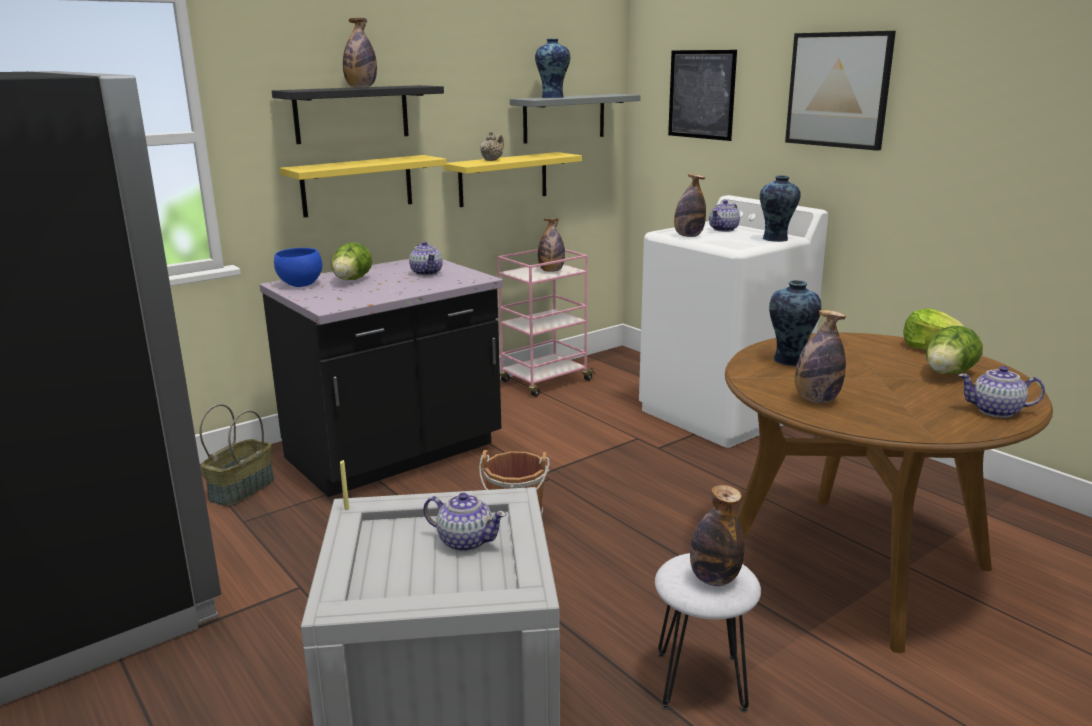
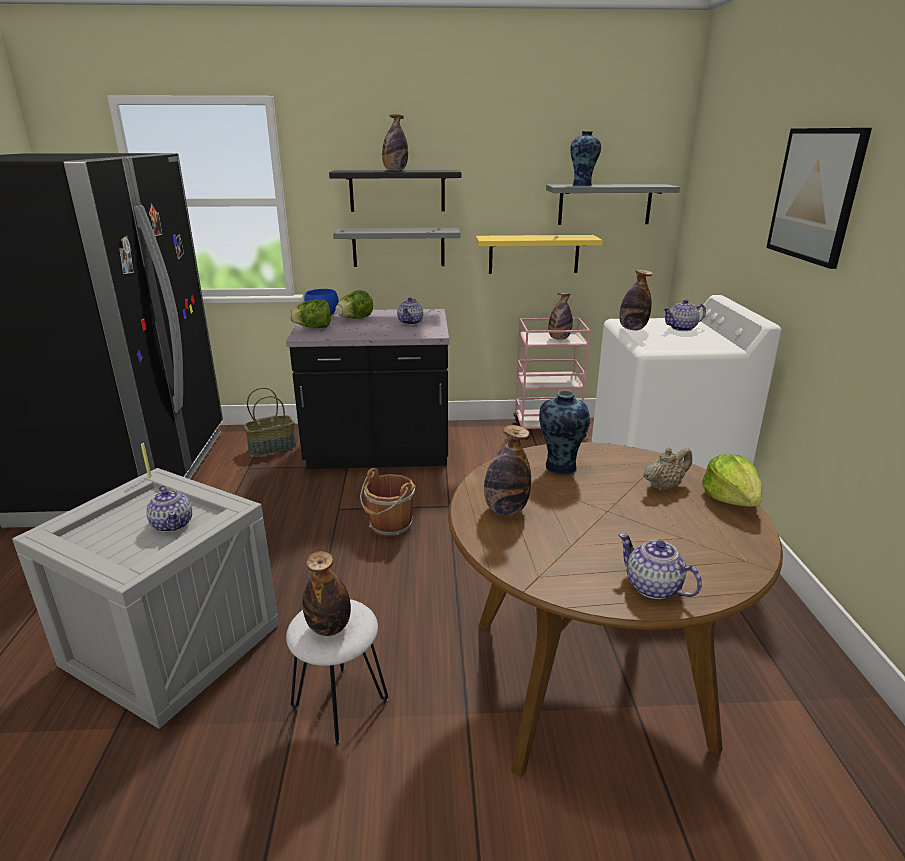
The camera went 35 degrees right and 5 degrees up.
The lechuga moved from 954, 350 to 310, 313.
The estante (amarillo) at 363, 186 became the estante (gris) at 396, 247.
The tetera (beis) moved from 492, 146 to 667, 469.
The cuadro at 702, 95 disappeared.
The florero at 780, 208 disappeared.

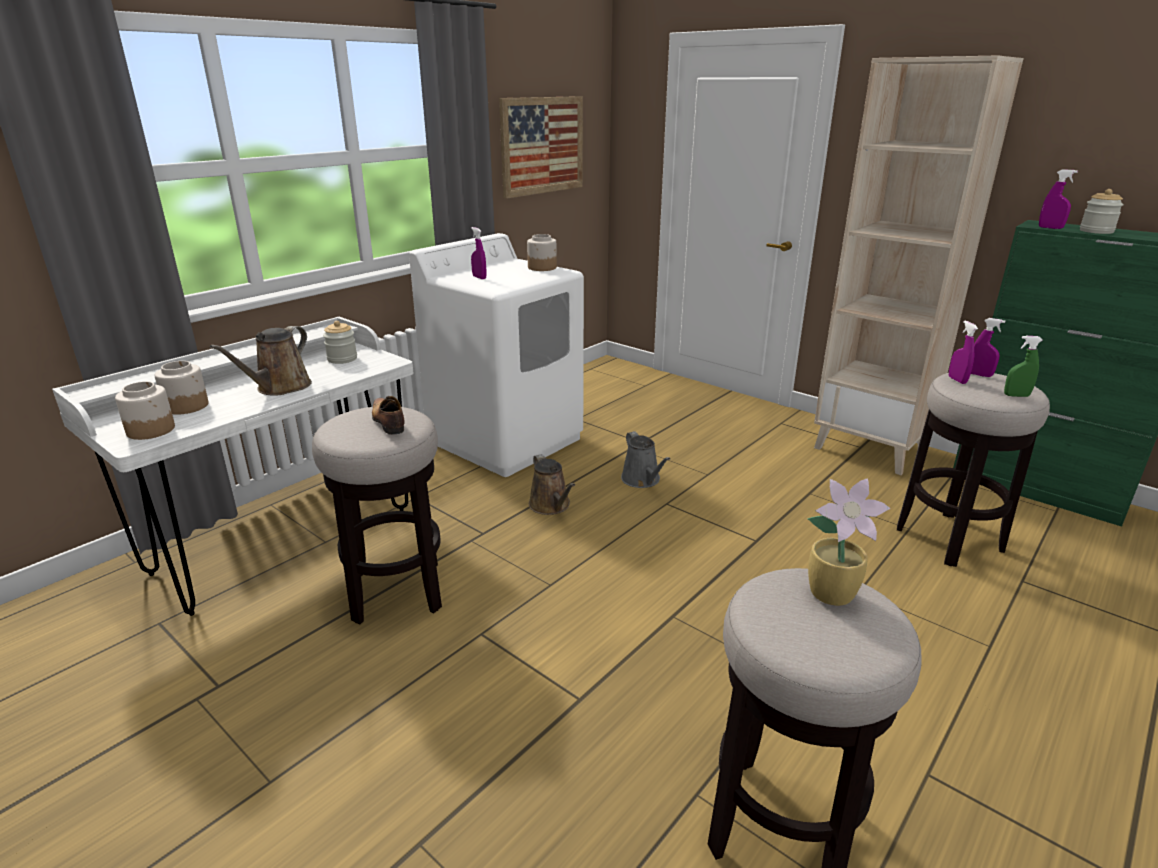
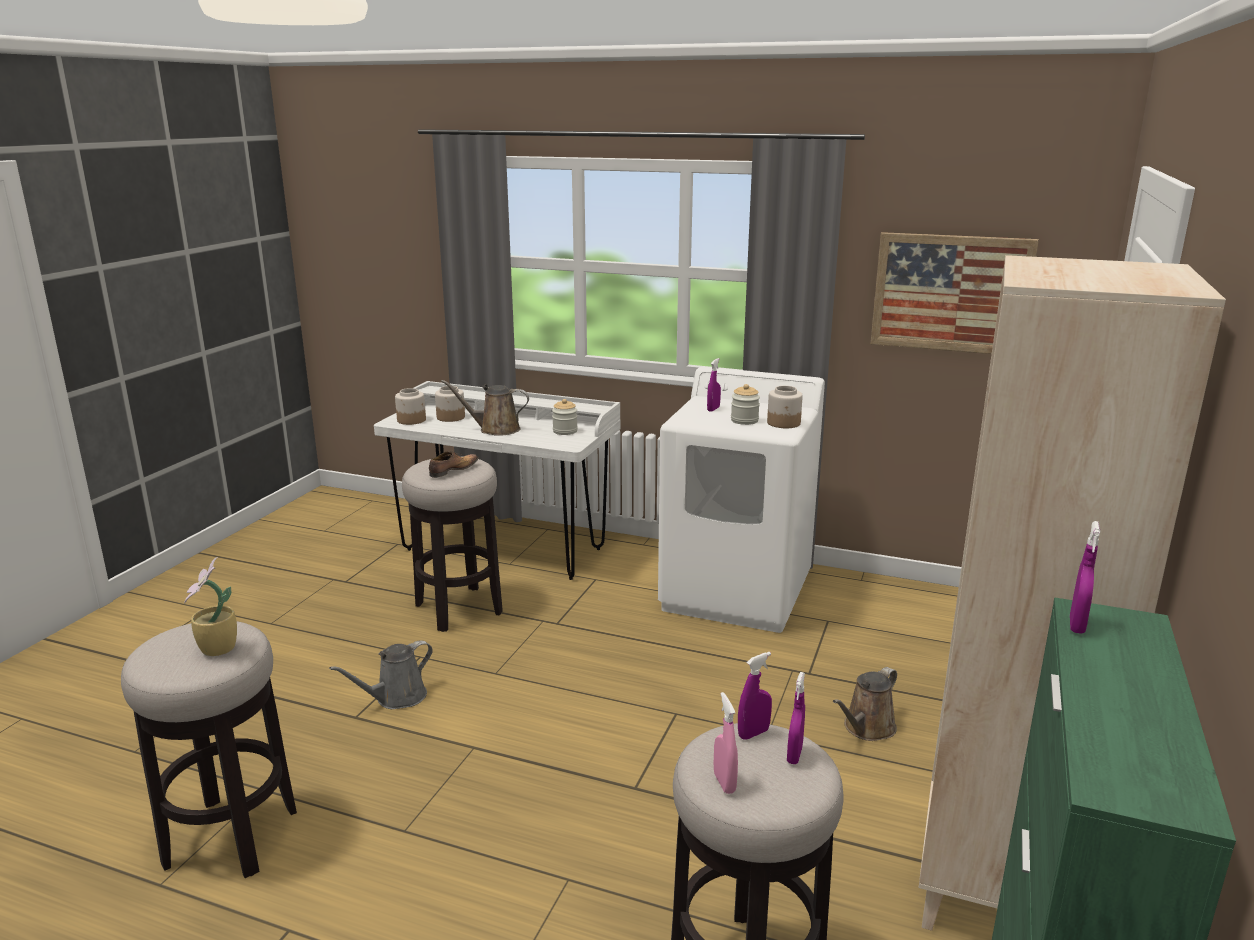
The camera went 70 degrees right and 5 degrees down.
The regadera (gris) moved from 645, 459 to 381, 674.
The pulverizador (verde) at 1023, 366 became the pulverizador (rosa) at 726, 743.
The tarro moved from 1102, 211 to 745, 404.
The regadera (marrón) moved from 552, 484 to 865, 704.

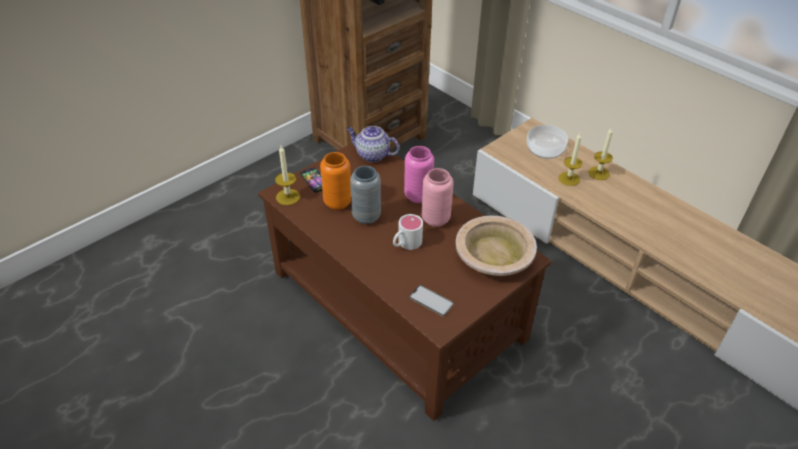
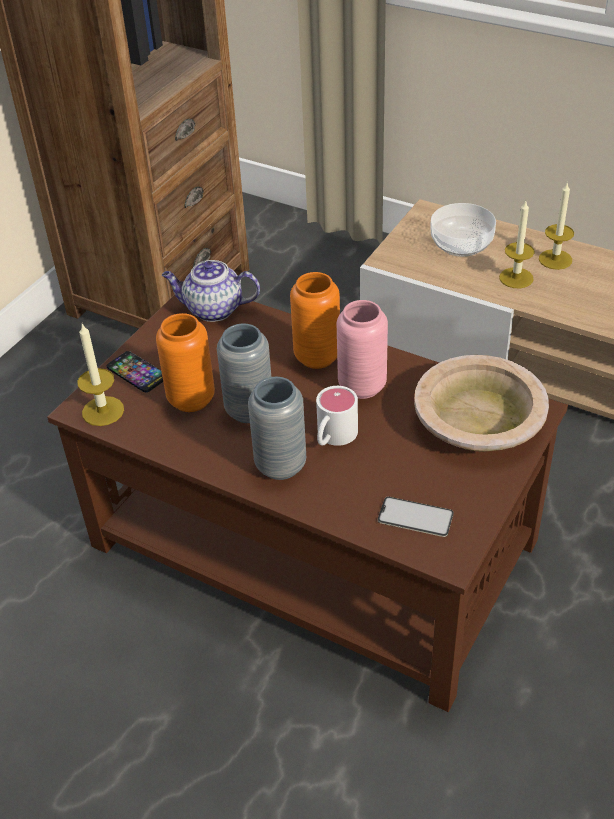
The camera went 15 degrees left and 0 degrees up.
The florero (gris) at 277, 428 appeared.
The florero (rosa) at 419, 174 became the florero (naranja) at 315, 320.

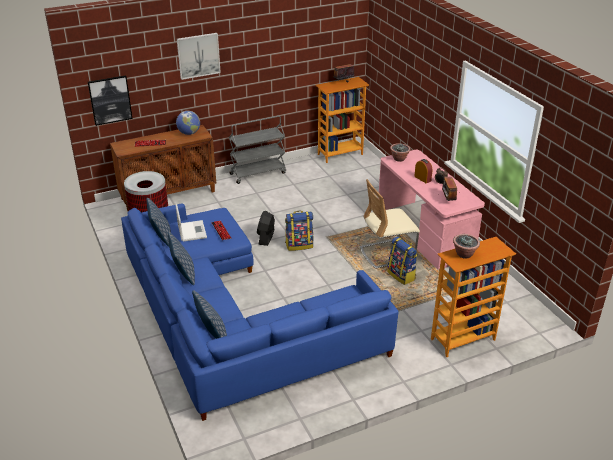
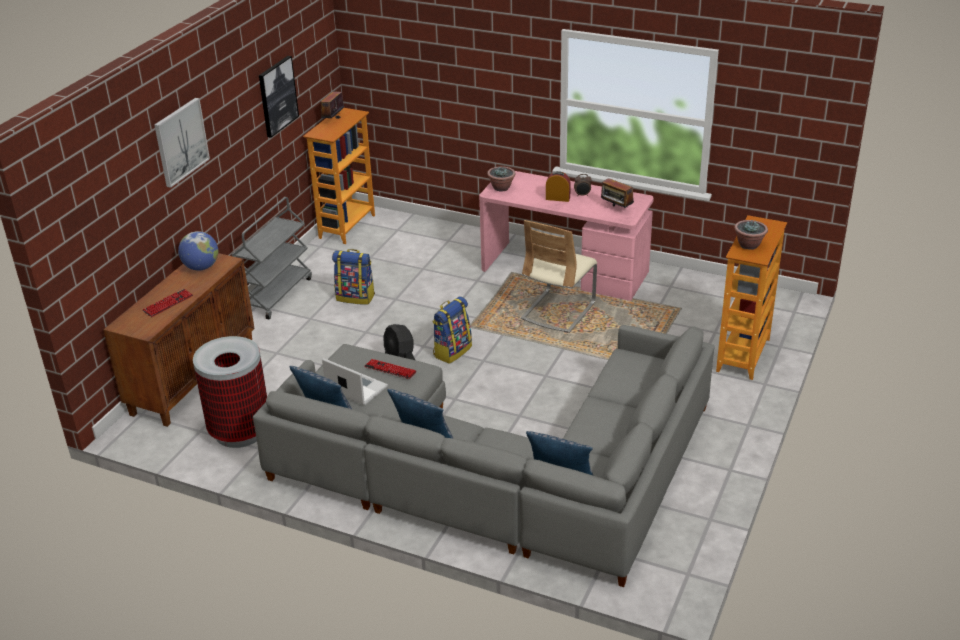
The camera went 40 degrees left and 0 degrees up.
The sofá (azul) at 260, 312 became the sofá (gris) at 484, 456.
The cuadro moved from 110, 100 to 279, 97.
The mochila moved from 402, 261 to 353, 277.

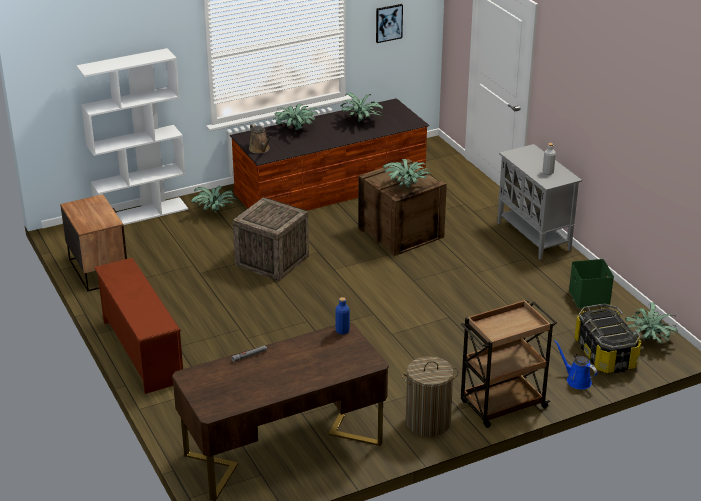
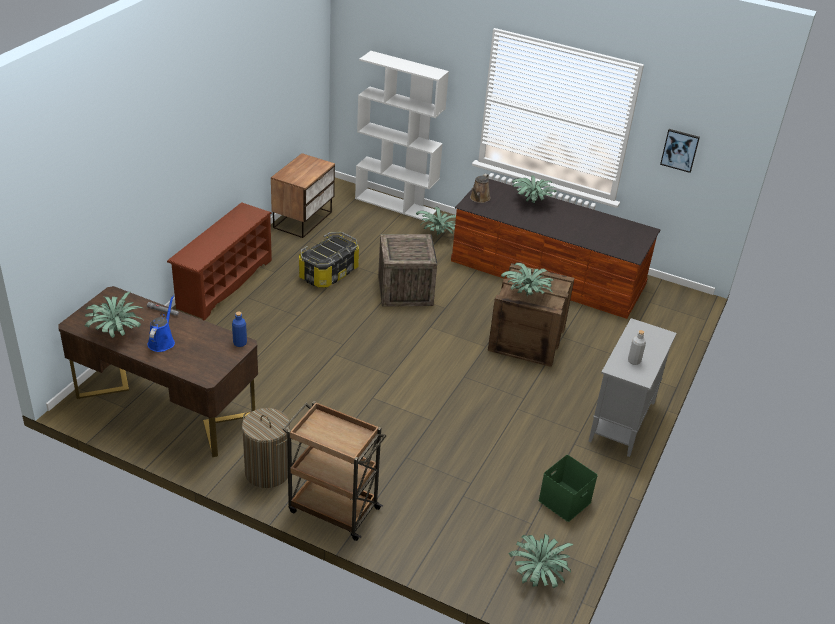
The camera went 50 degrees right and 5 degrees up.
The planta en maceta moved from 362, 107 to 114, 315.
The regadera (azul) moved from 575, 364 to 161, 323.
The caja de almacenaje moved from 607, 338 to 329, 260.

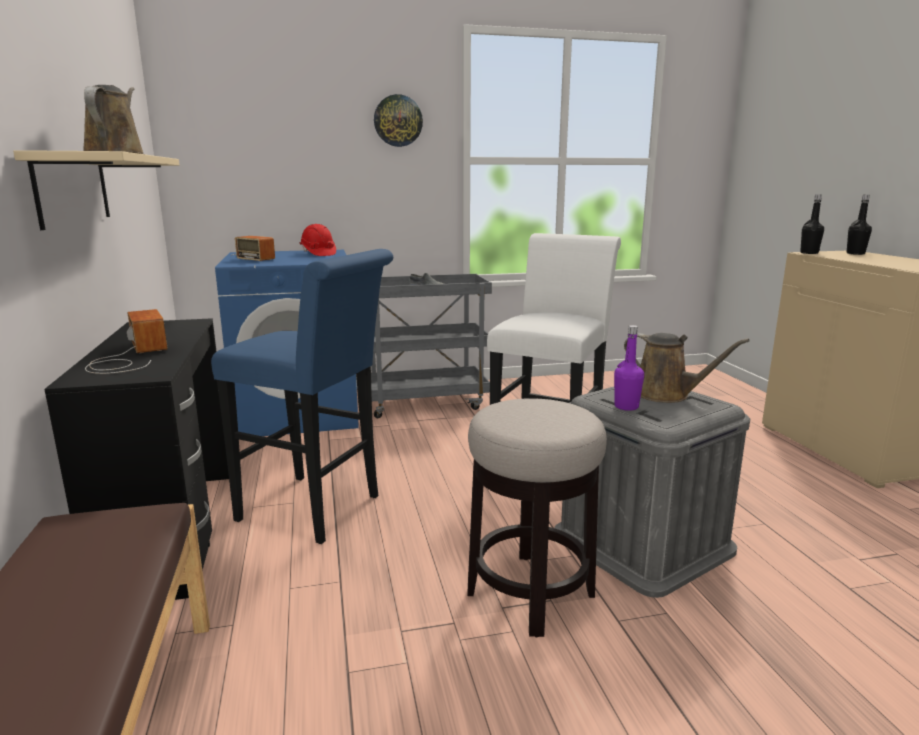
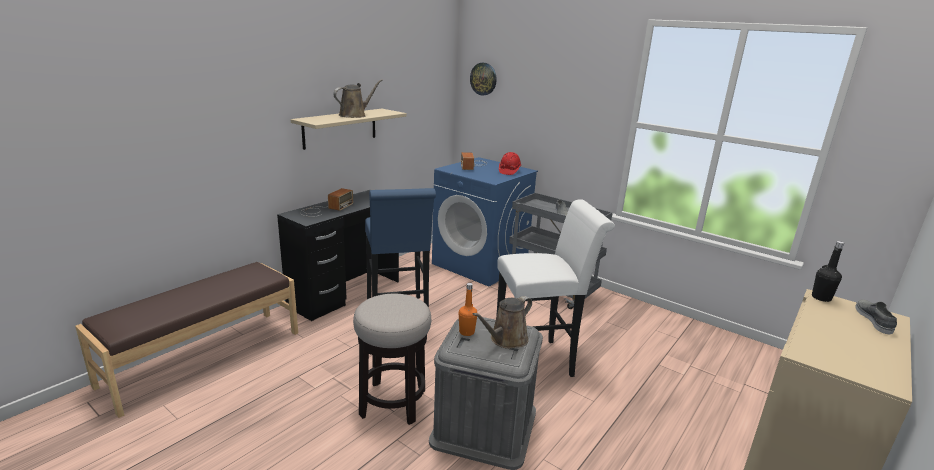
The camera went 50 degrees right and 5 degrees up.
The botella (morado) at 629, 368 became the botella (naranja) at 468, 309.
The reloj de pared moved from 398, 120 to 483, 79.
The regadera (marrón) at 687, 368 turned 45 degrees clockwise.
The botella (negro) at 859, 225 was replaced by the zapato (gris) at 876, 317.

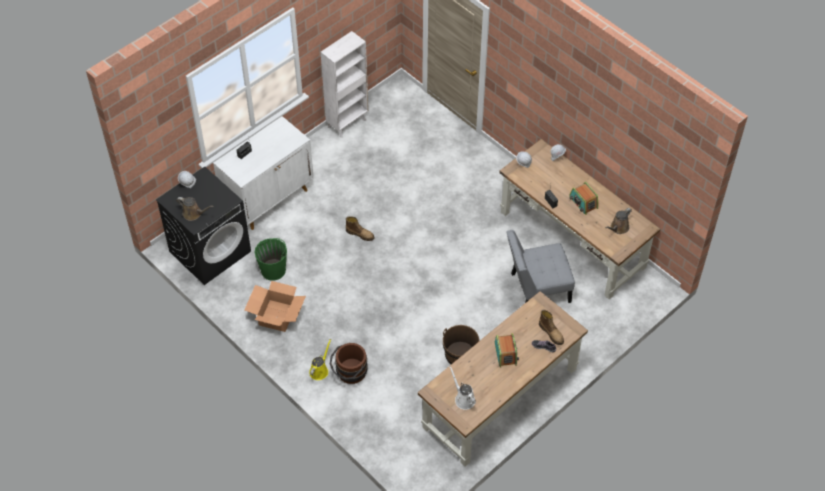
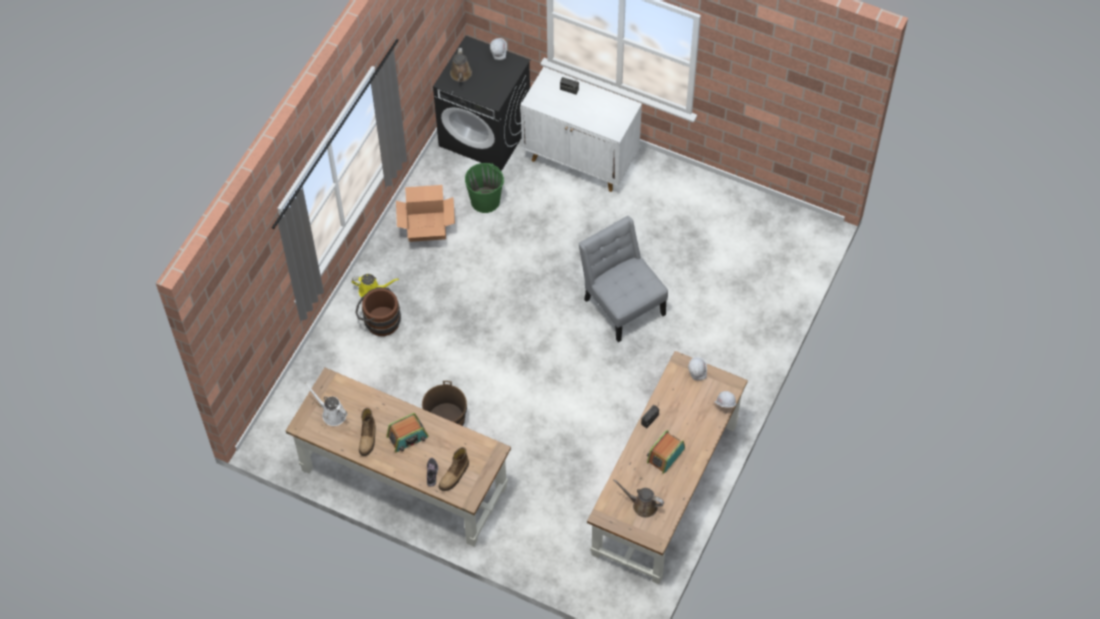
The camera went 70 degrees right and 5 degrees up.
The regadera (blanco) at 462, 388 turned 90 degrees counterclockwise.
The bota moved from 360, 228 to 367, 432.
The silla (gris) moved from 540, 266 to 623, 279.
The estantería (blanco) at 344, 84 disappeared.

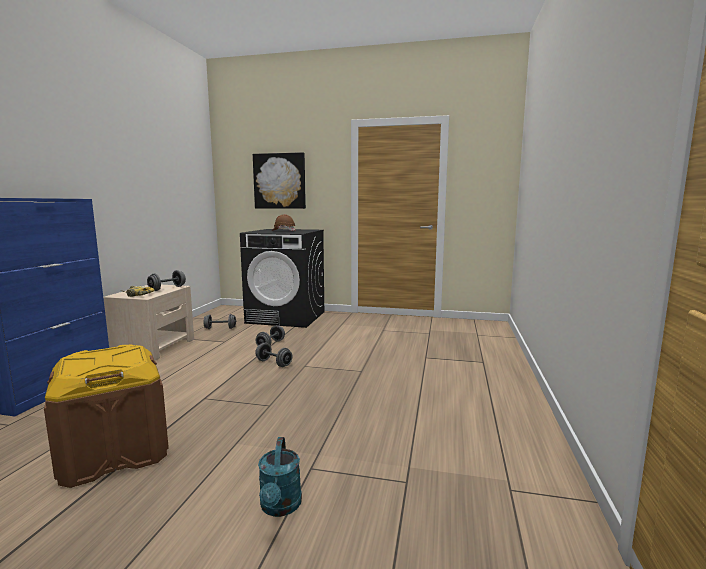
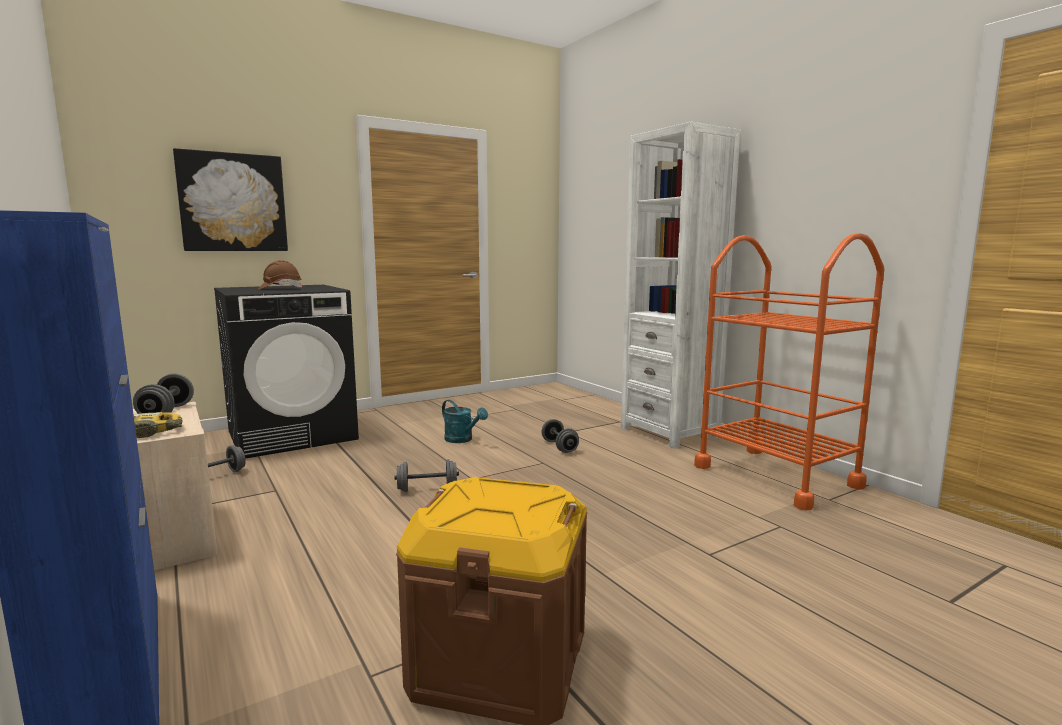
The camera went 45 degrees left and 0 degrees up.
The regadera (turquesa) moved from 280, 477 to 465, 421.
The mancuerna (gris) moved from 270, 335 to 560, 436.
The estantería (blanco) at 681, 285 appeared.
The carrito (naranja) at 789, 372 appeared.

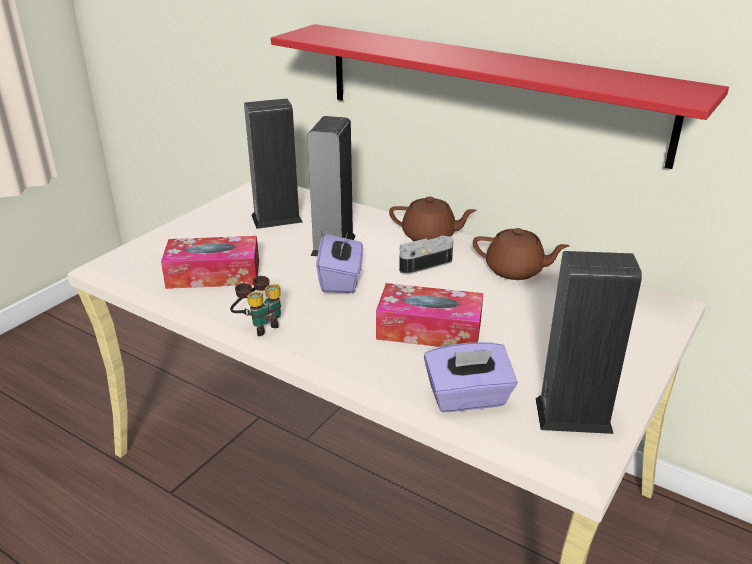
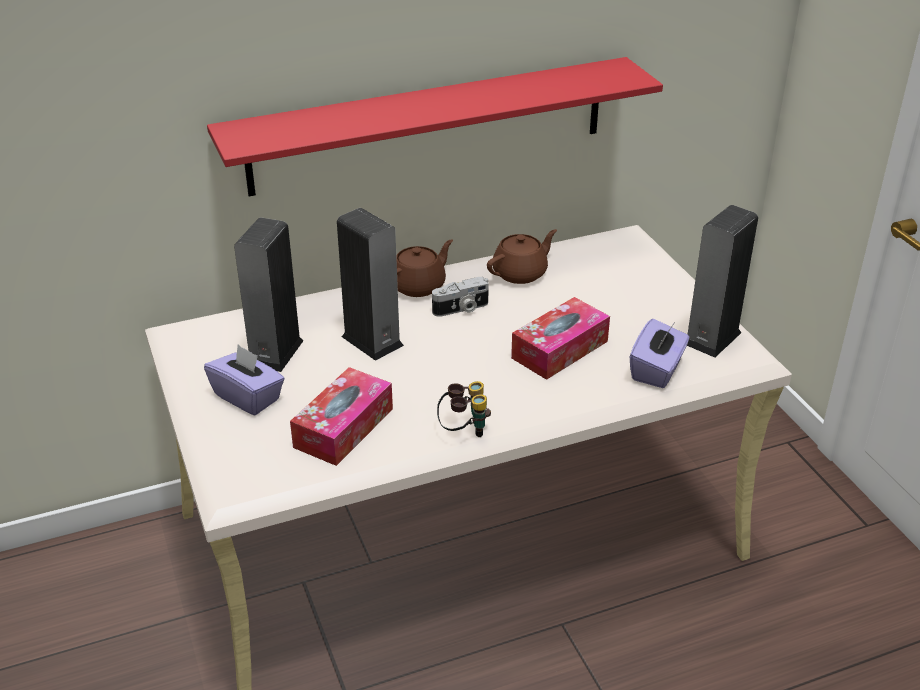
The camera went 55 degrees left and 5 degrees up.
The caja de pañuelos (morado) moved from 340, 261 to 244, 379.
The cámara at 426, 255 turned 120 degrees counterclockwise.

